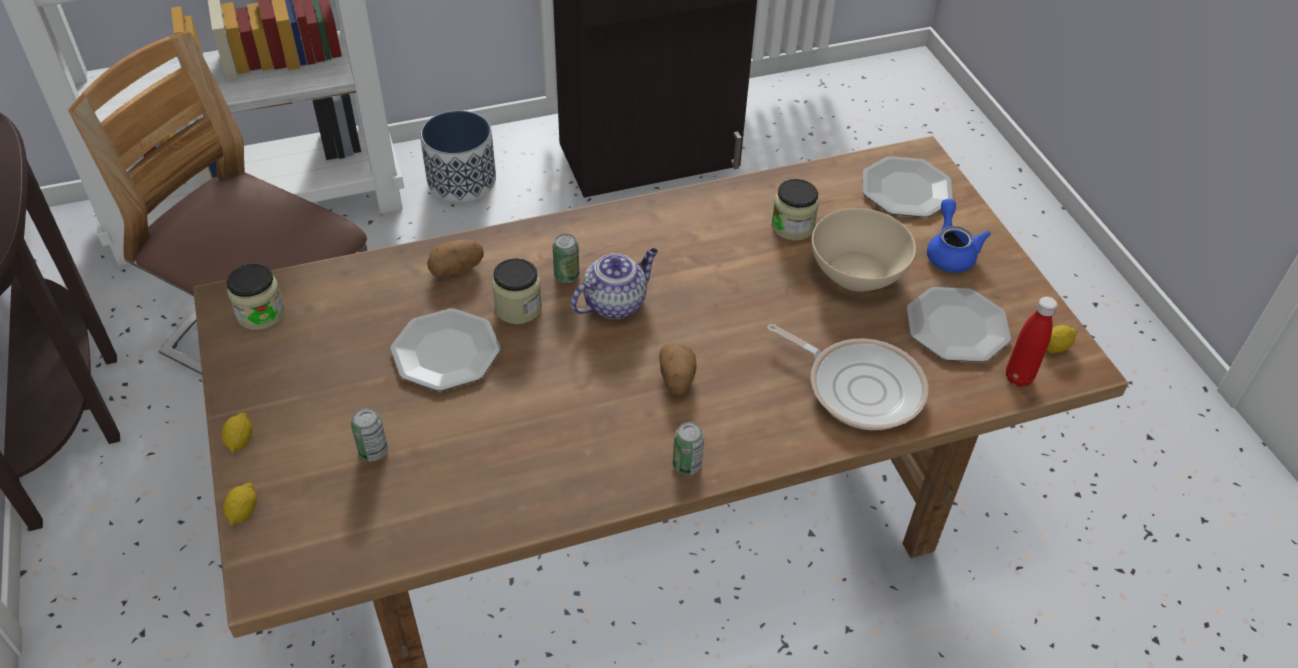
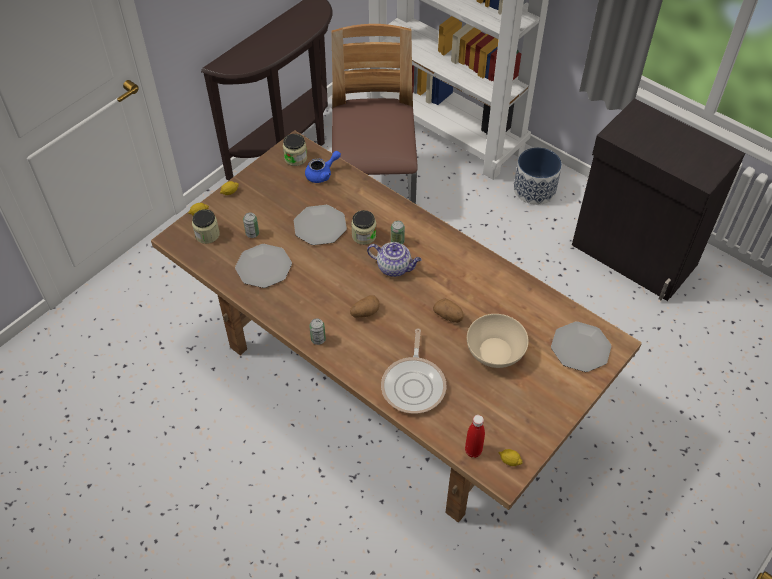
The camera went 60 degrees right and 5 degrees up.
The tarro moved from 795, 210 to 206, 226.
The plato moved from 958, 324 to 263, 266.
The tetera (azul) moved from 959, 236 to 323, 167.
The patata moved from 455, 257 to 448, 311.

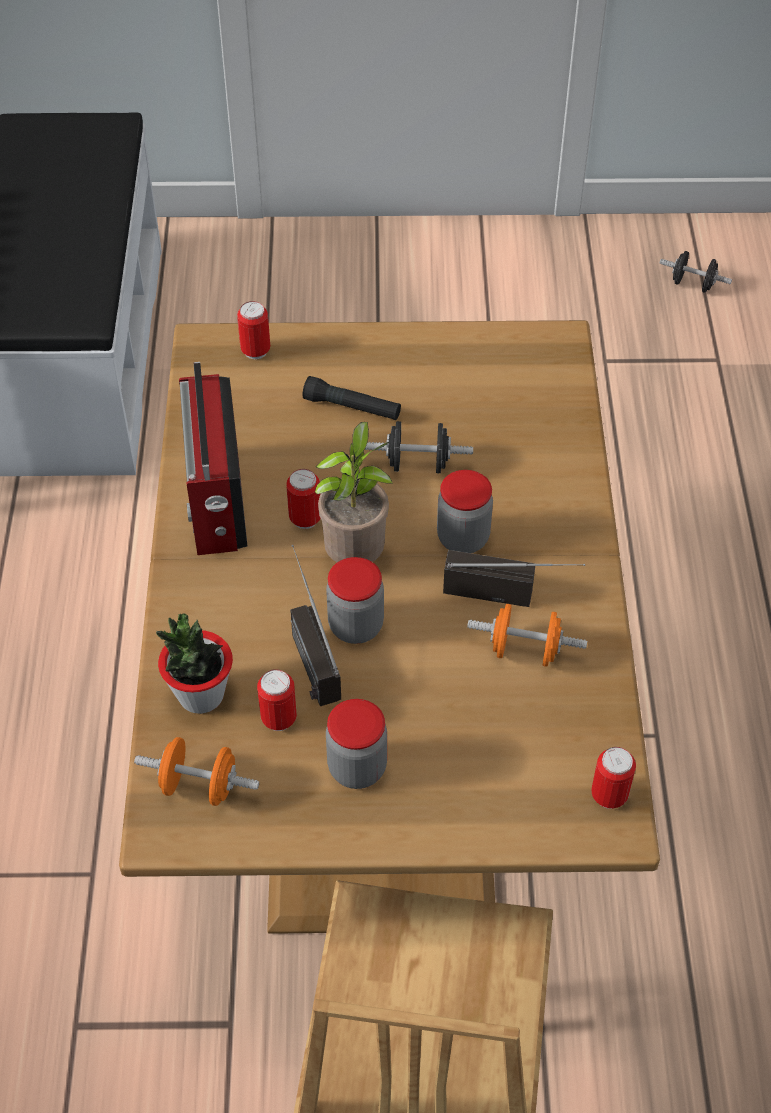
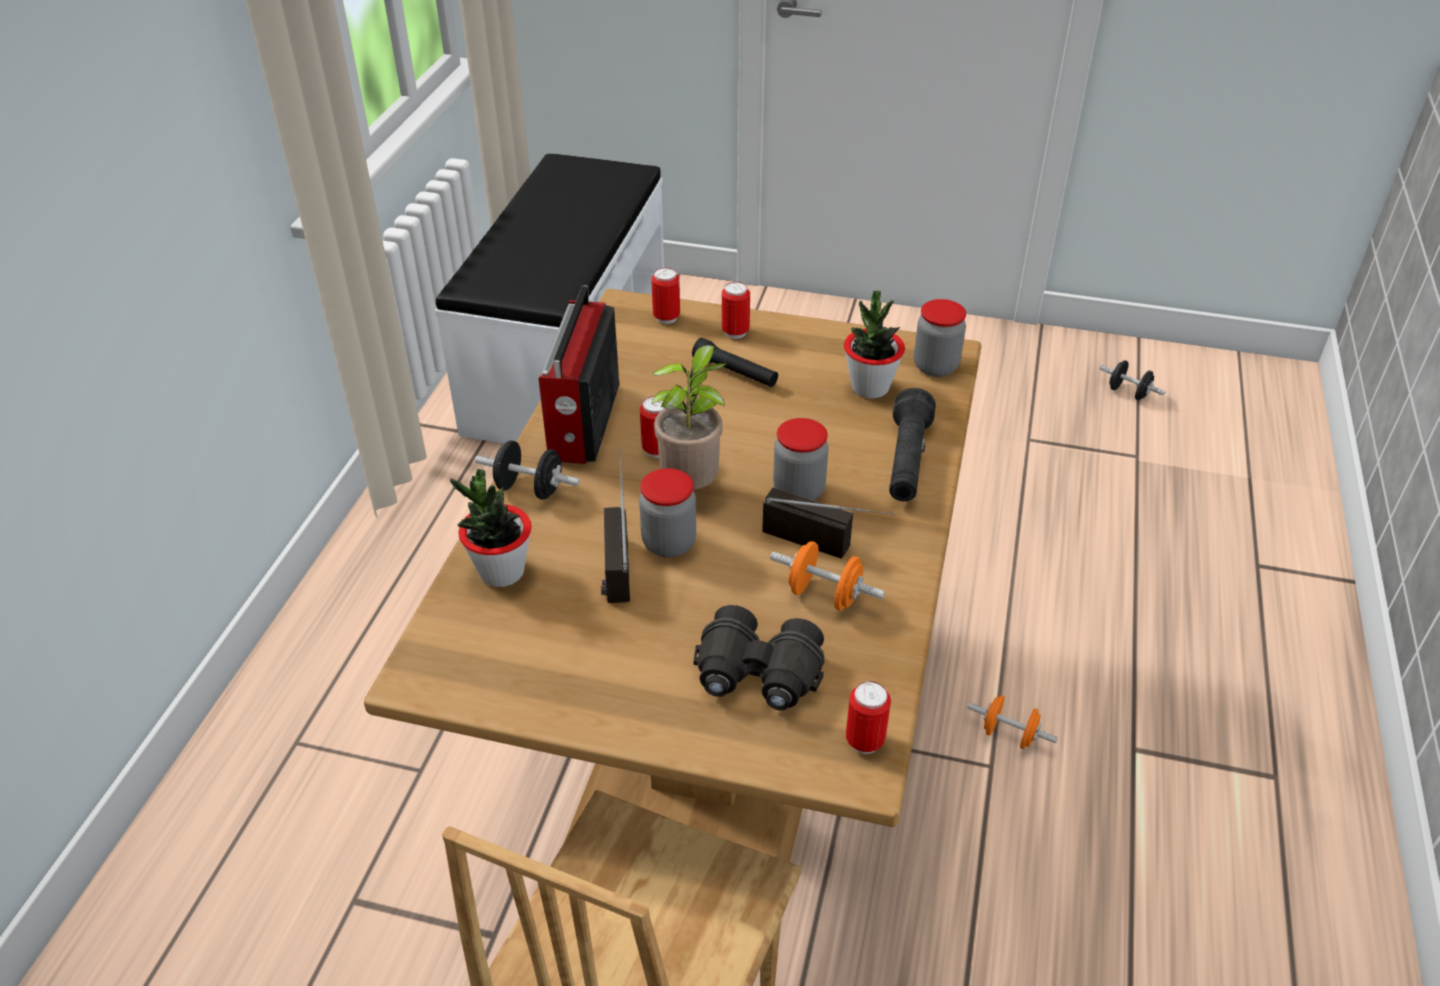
The camera went 15 degrees right and 10 degrees down.
The mancuerna (negro) moved from 419, 447 to 527, 470.
The prismáticos (negro) at 758, 657 appeared.
The lata moved from 277, 700 to 736, 310.
The planta en maceta at 874, 345 appeared.
The linterna (negro) at 912, 444 appeared.
The tarro moved from 356, 744 to 940, 338.
The mancuerna (naranja) moved from 196, 771 to 1012, 722.

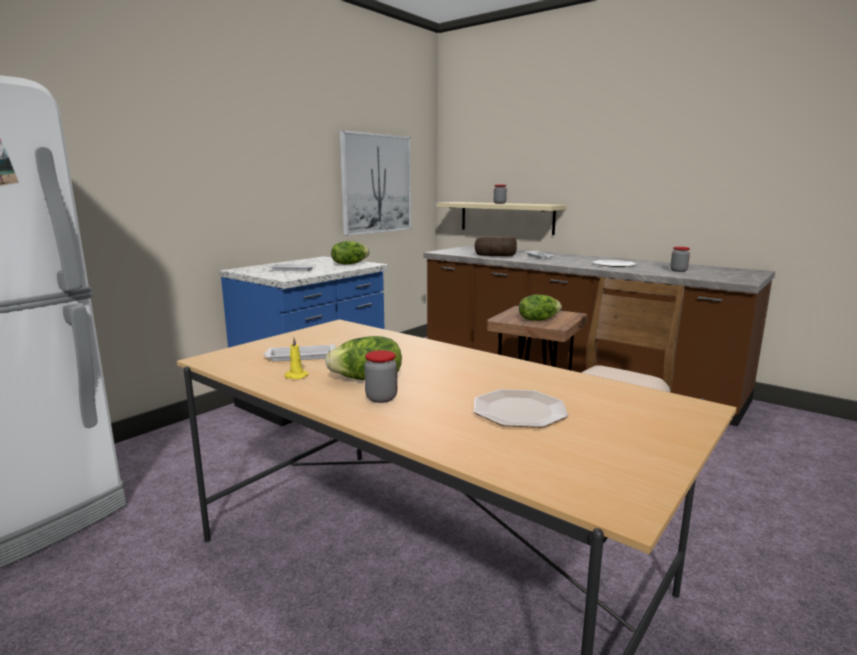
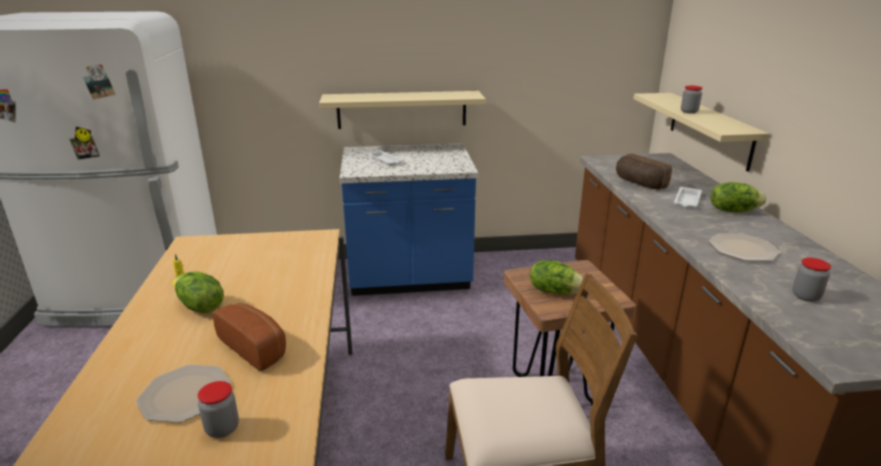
The camera went 45 degrees right and 10 degrees up.
The tarro moved from 380, 376 to 218, 409.
The pan at 249, 337 appeared.
The estante (beis) at 402, 110 appeared.
The lechuga moved from 350, 253 to 739, 197.
The bandeja (blanco) at 299, 352 disappeared.
The cuadro at 375, 183 disappeared.

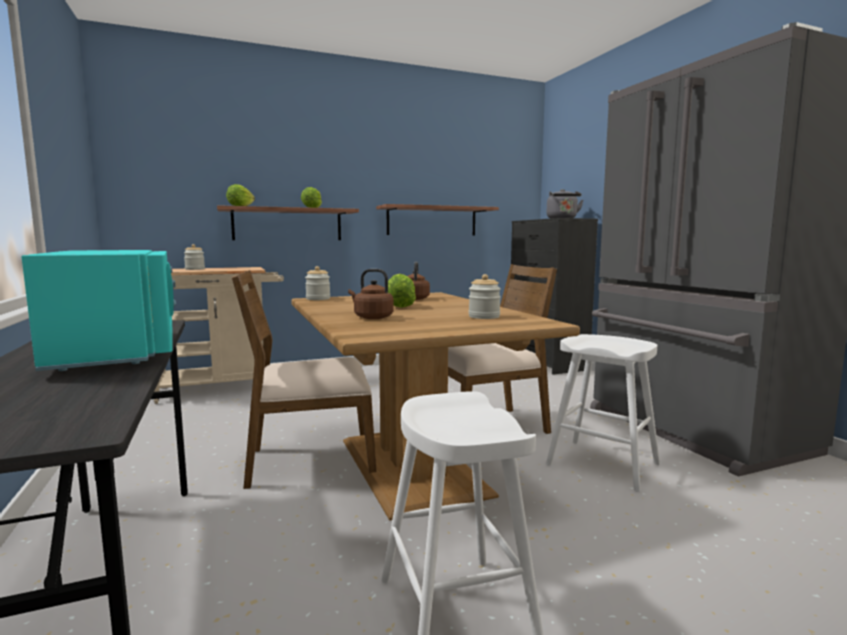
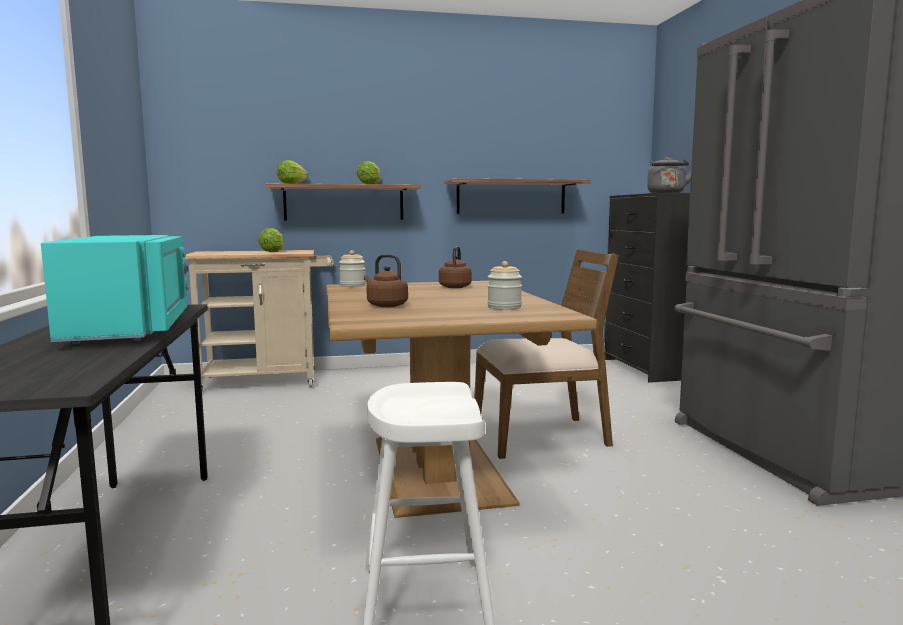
The camera went 10 degrees right and 0 degrees up.
The lechuga moved from 402, 291 to 271, 240.
The tarro at 194, 257 disappeared.
The silla (marrón) at 303, 379 disappeared.
The taburete (blanco) at 603, 413 disappeared.

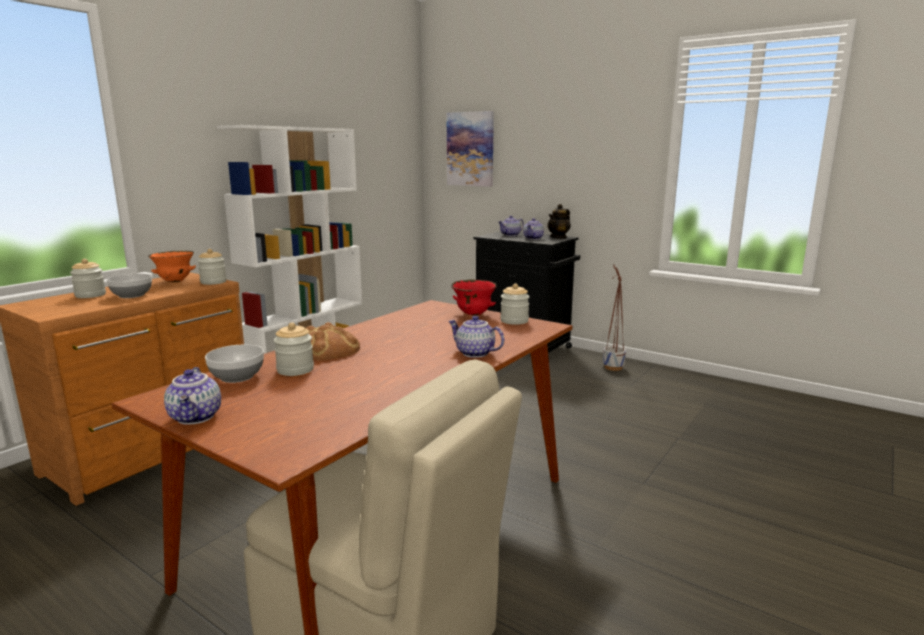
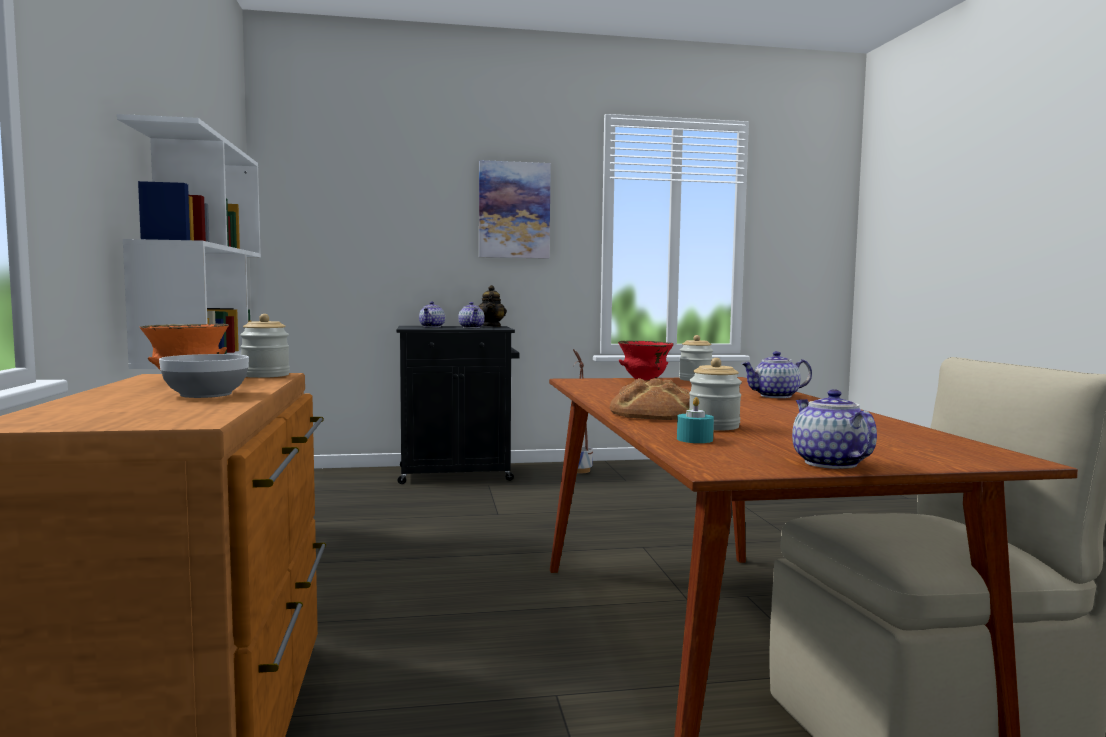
The camera went 45 degrees left and 10 degrees down.
The cuadro moved from 470, 149 to 515, 209.
The cuenco at 234, 364 was replaced by the vela (turquesa) at 695, 420.
The tetera at 192, 396 turned 135 degrees counterclockwise.
The tarro at 88, 278 disappeared.

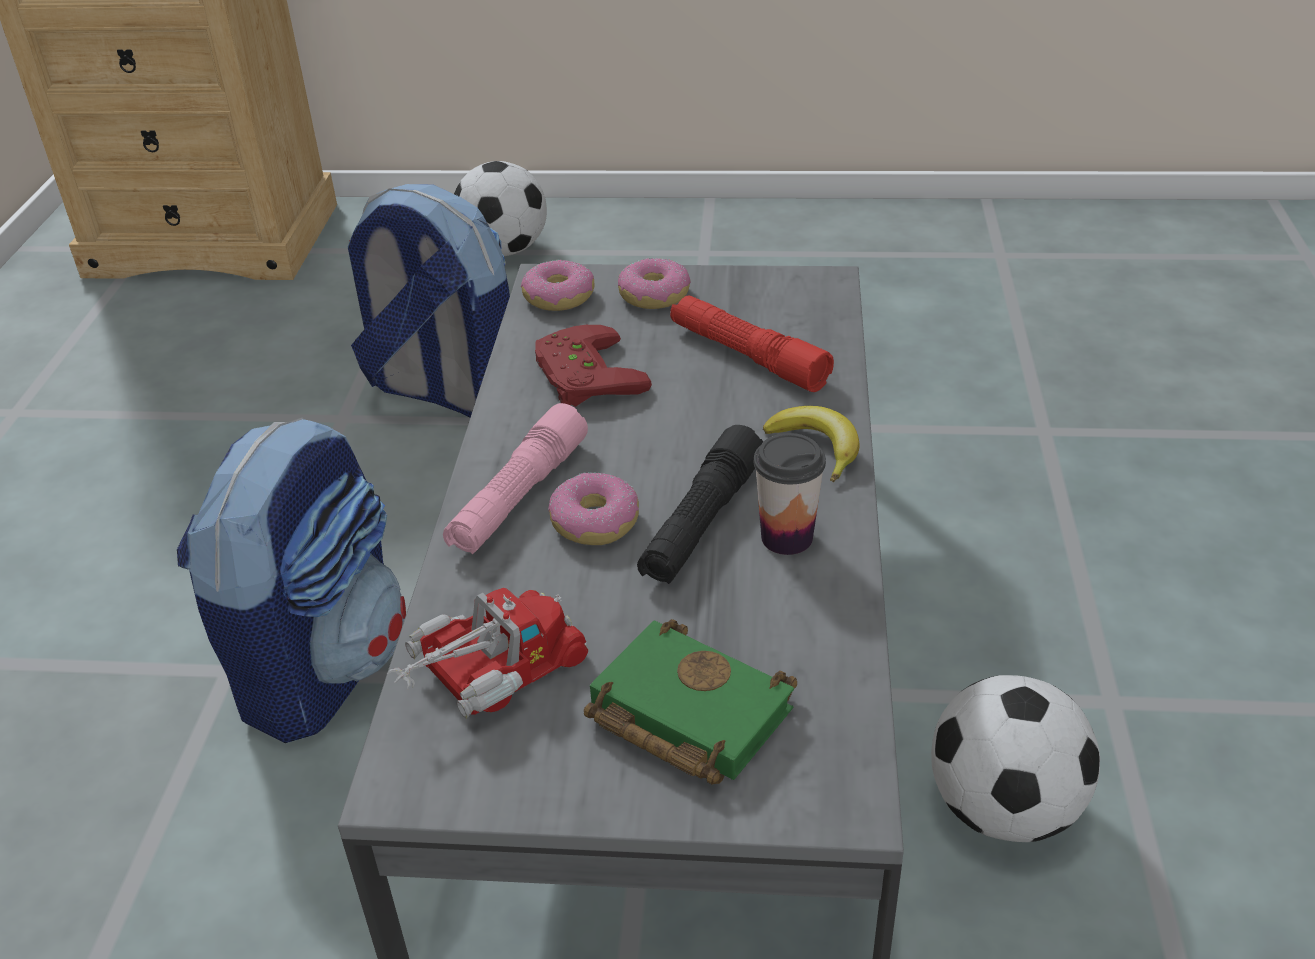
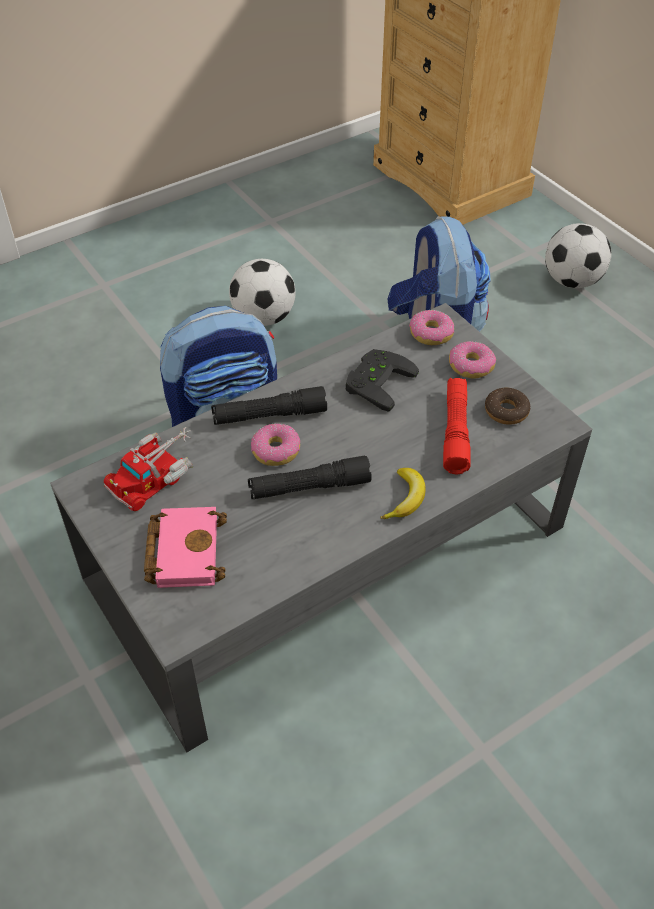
The camera went 50 degrees right and 10 degrees up.
The camión de juguete at 487, 653 turned 120 degrees clockwise.
The libro (verde) at 690, 701 became the libro (rosa) at 185, 547.
The linterna (rosa) at 515, 479 became the linterna (negro) at 269, 405.
The balón de fútbol moved from 1015, 758 to 262, 292.
The mando de consola (rojo) at 593, 366 became the mando de consola (negro) at 382, 380.
The rosquilla at 507, 406 appeared.
The taza at 790, 494 disappeared.

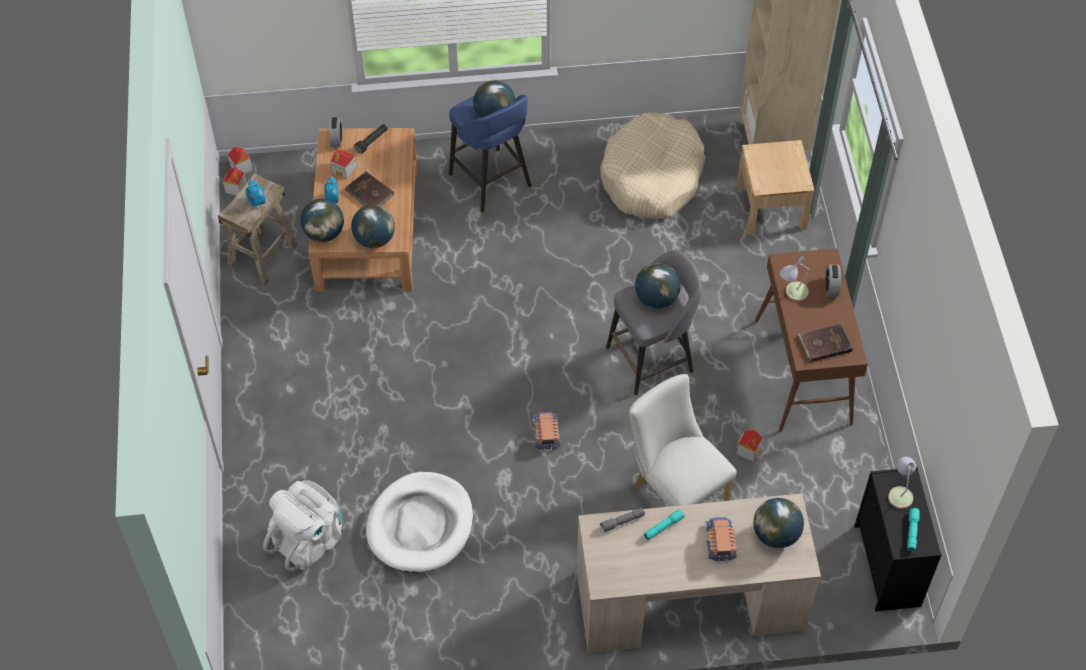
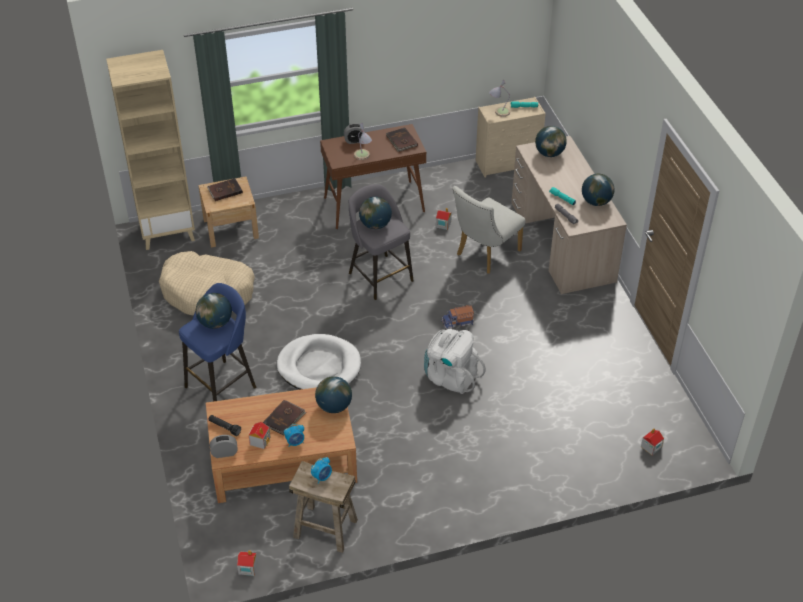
The camera went 100 degrees left and 10 degrees down.
The libro (marrón) at 225, 189 appeared.
The cama para perro (blanco) moved from 419, 522 to 319, 362.
The mochila (blanco) moved from 303, 525 to 455, 361.
The cómoda (negro) at 898, 539 became the cómoda (beis) at 511, 137.
The globo terráqueo moved from 322, 220 to 598, 190.
The casita moved from 240, 160 to 652, 441.
The camión de juguete at 721, 540 disappeared.

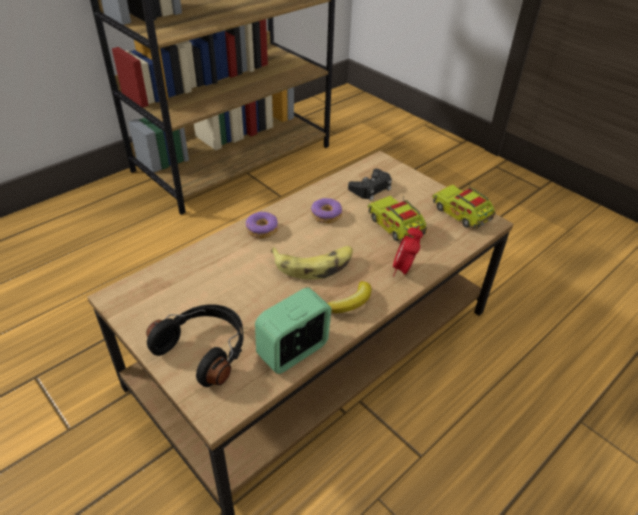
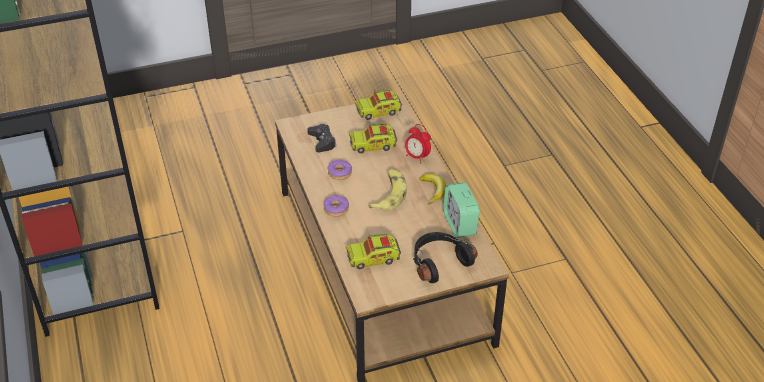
The camera went 65 degrees left and 0 degrees up.
The camión de juguete at 373, 251 appeared.

